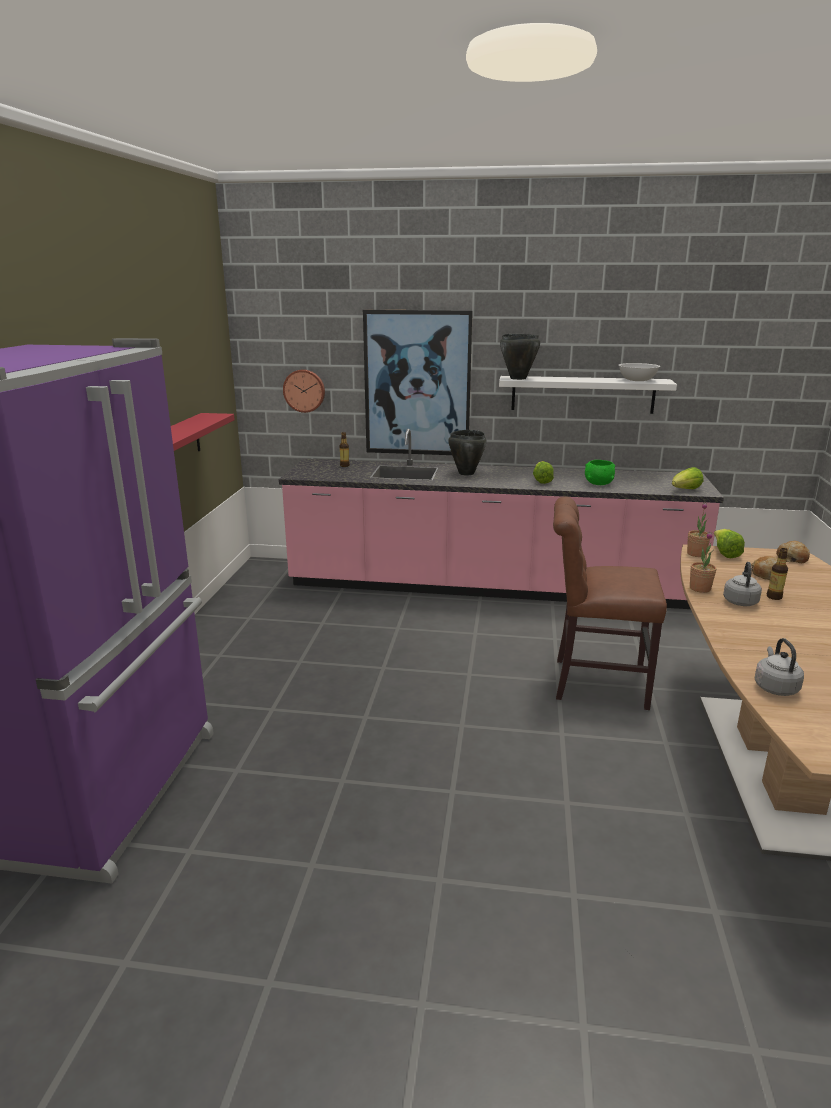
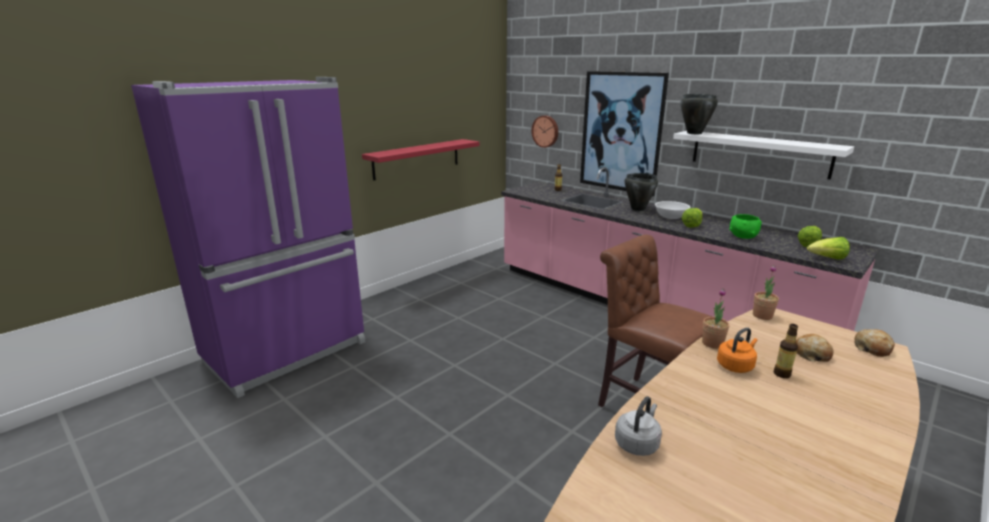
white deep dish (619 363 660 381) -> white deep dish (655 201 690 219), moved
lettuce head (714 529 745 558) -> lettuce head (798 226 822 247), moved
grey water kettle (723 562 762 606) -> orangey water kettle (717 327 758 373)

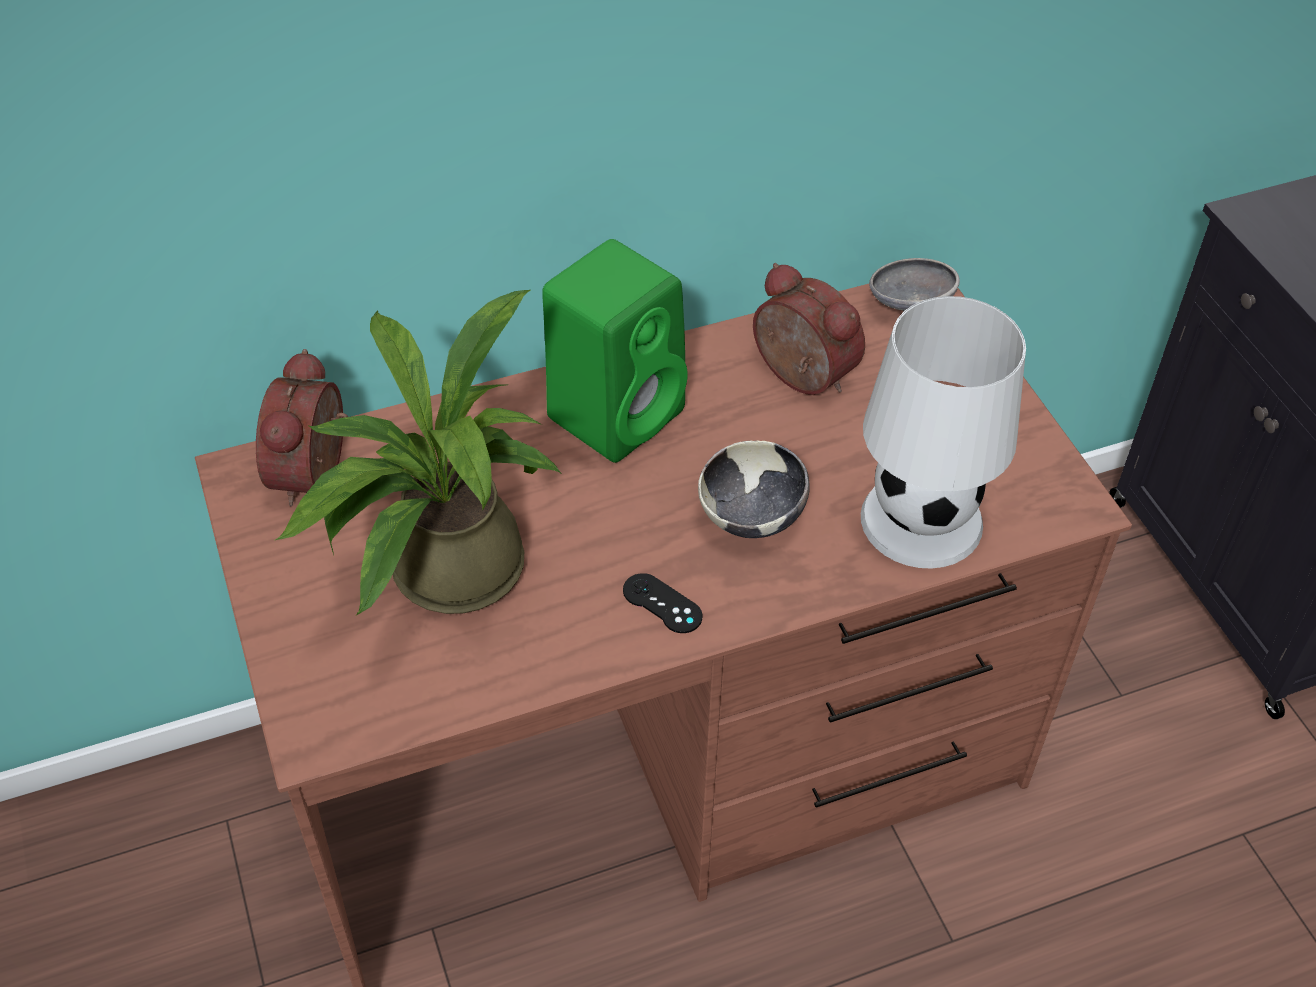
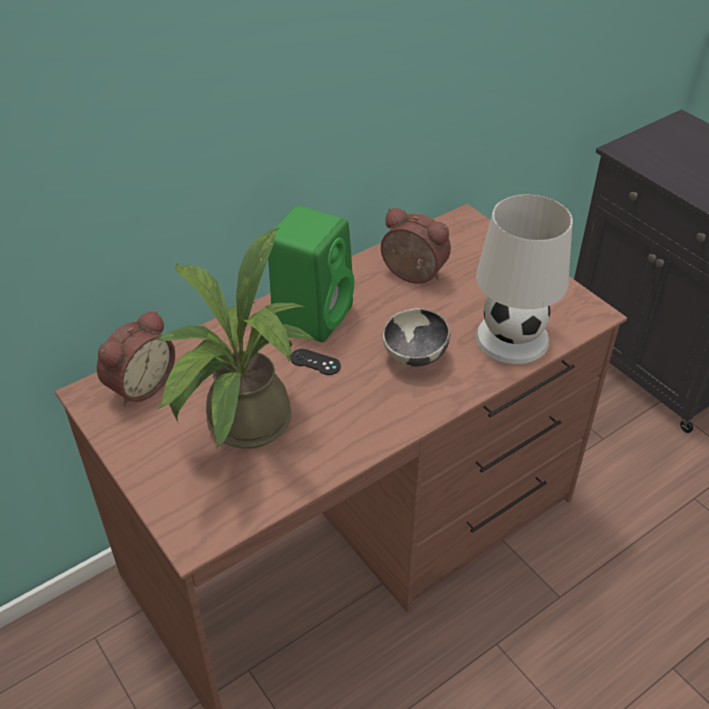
grey deep dish (869 258 960 311) -> none
alarm clock (256 349 348 506) -> alarm clock (97 310 175 406), 135 degrees counterclockwise
black-coloured gamepad (623 573 703 633) -> black-coloured gamepad (290 349 341 375), moved

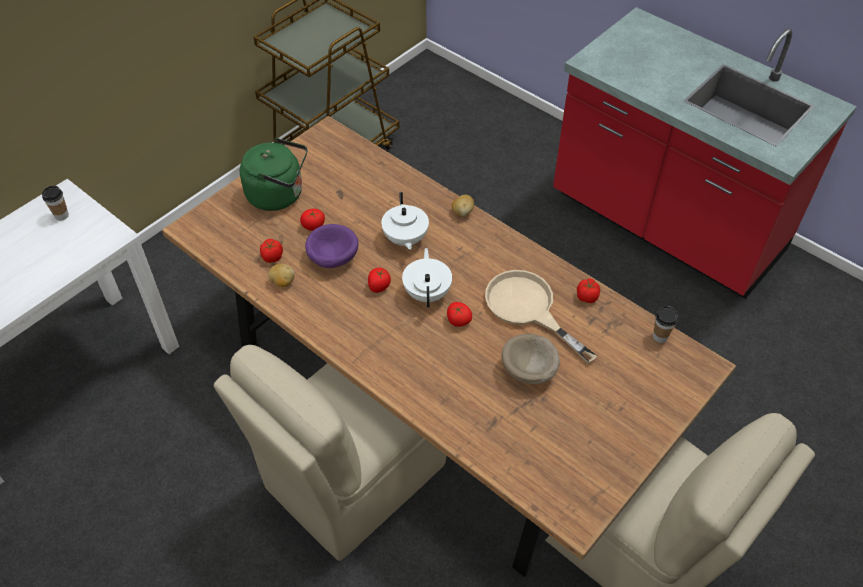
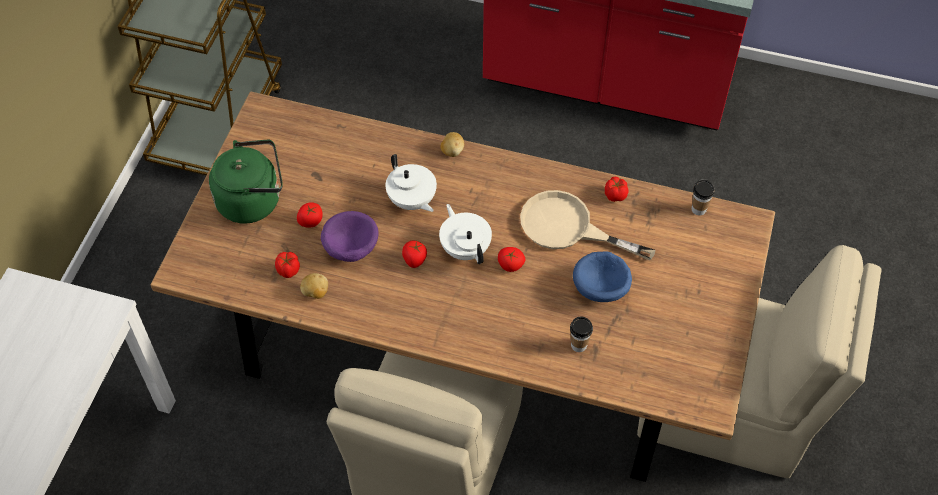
small cup (42 186 69 221) -> small cup (570 317 593 352), moved
sand-coloured deep dish (502 334 560 385) -> blue deep dish (573 251 632 302)

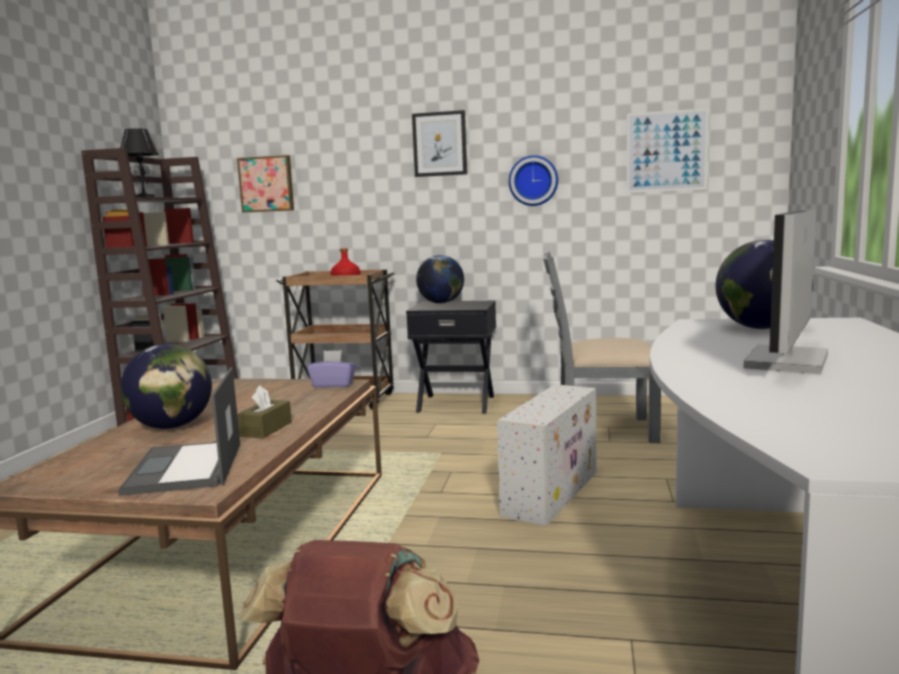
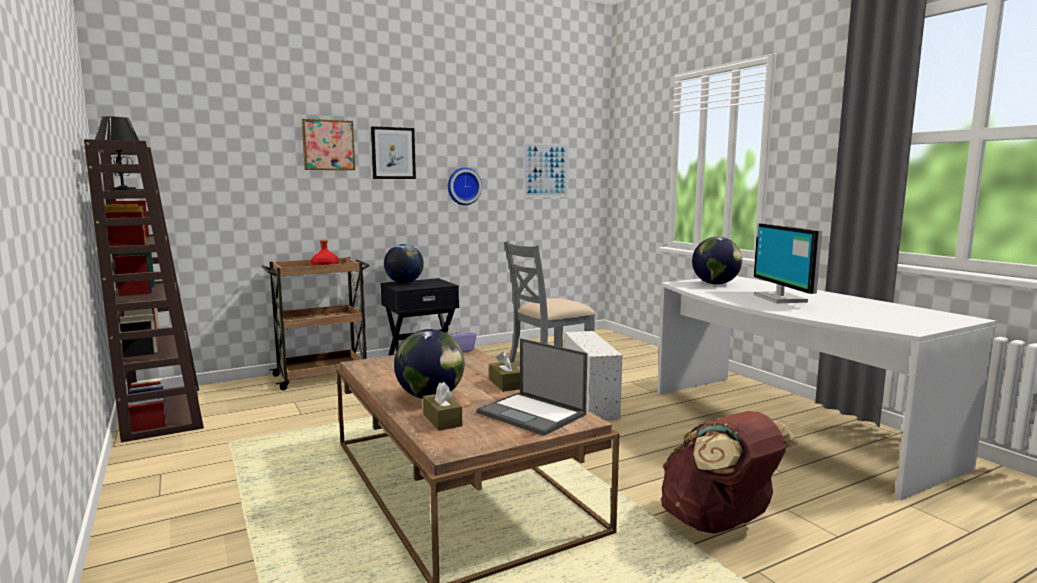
picture (237 155 294 213) -> picture (302 119 355 170), moved
none -> brown tissue box (423 382 462 431)

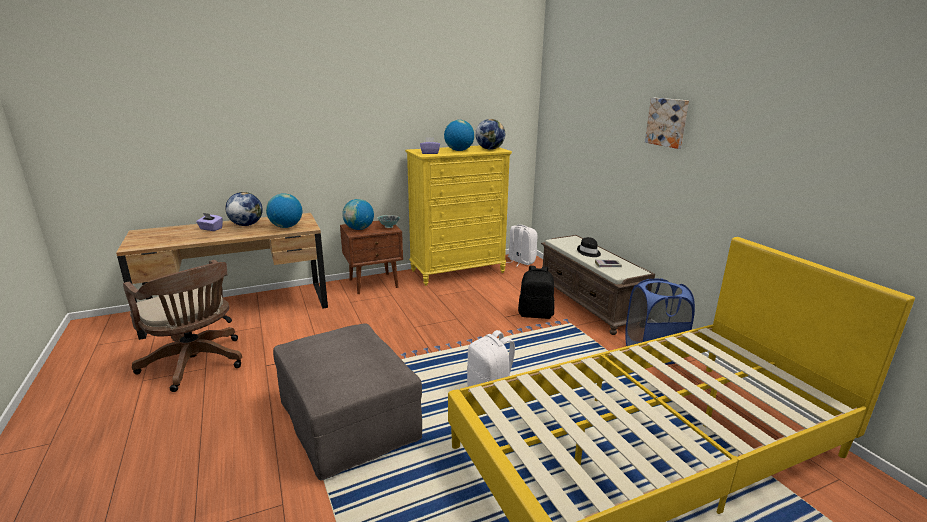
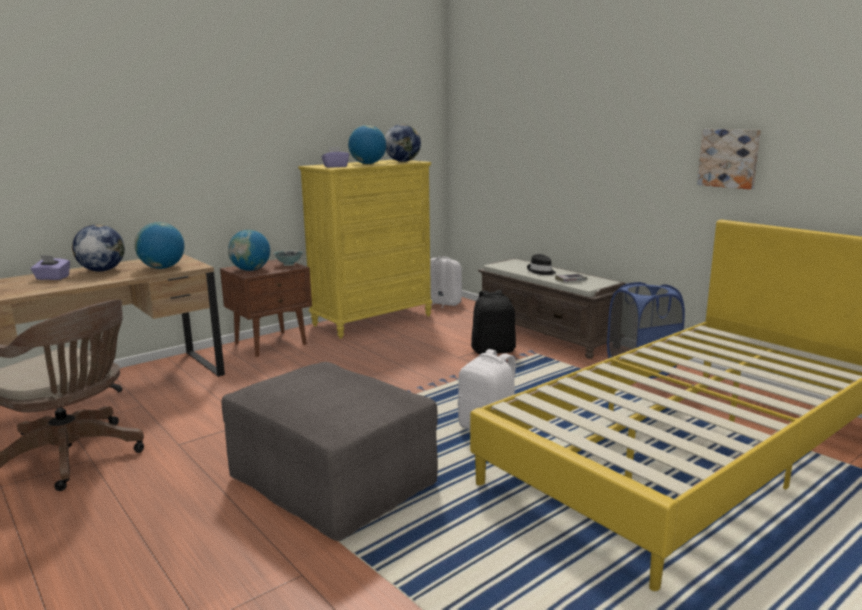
picture (645 98 689 149) -> picture (697 129 761 189), moved

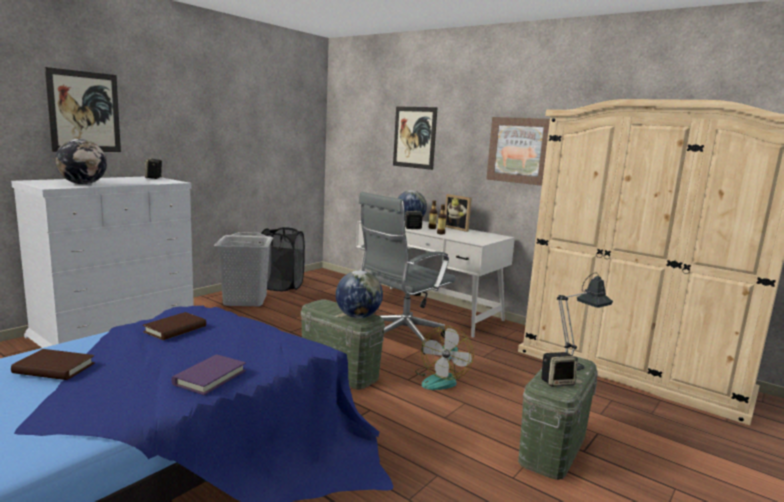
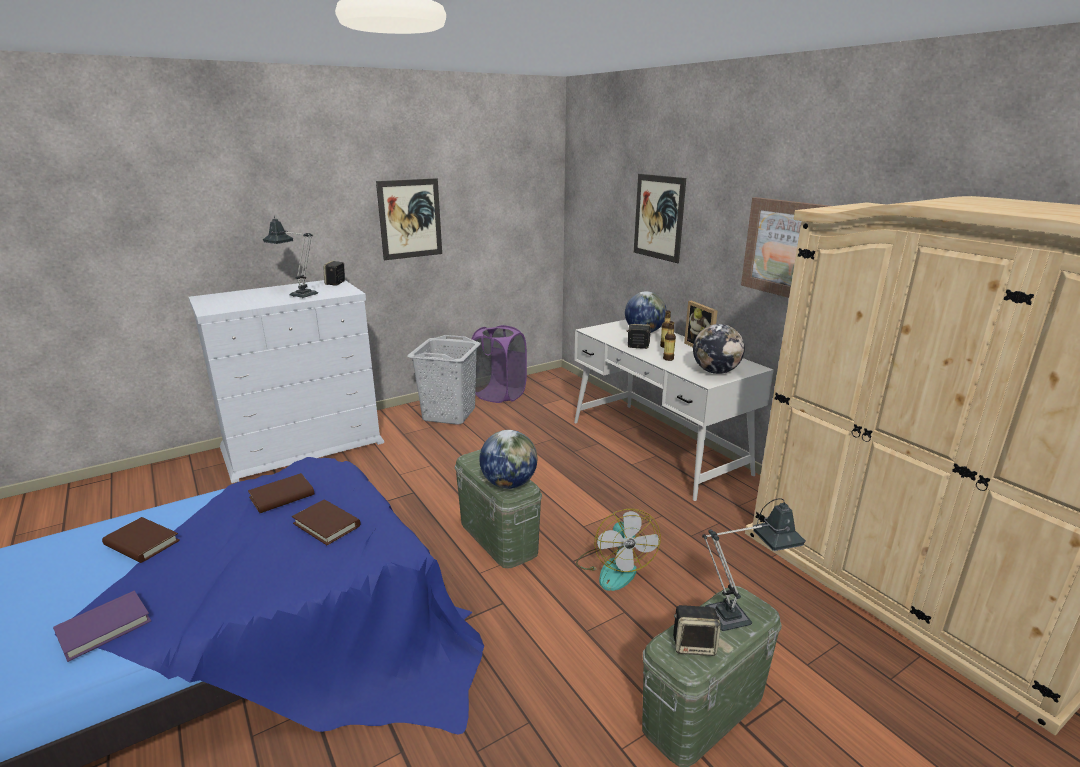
picture (45 67 121 152) -> picture (376 178 442 260), moved
world globe (55 139 107 184) -> world globe (693 324 745 374), moved
grey office chair (359 192 456 354) -> none
black-coloured laundry basket (259 227 305 291) -> purplish laundry basket (470 325 527 403)
cooling fan (415 326 474 390) -> cooling fan (576 509 661 591), 45 degrees counterclockwise
purplish bound book (171 354 246 395) -> purplish bound book (53 591 151 662), moved
none -> table lamp (263 216 318 298)
none -> brown bound book (292 500 360 545)

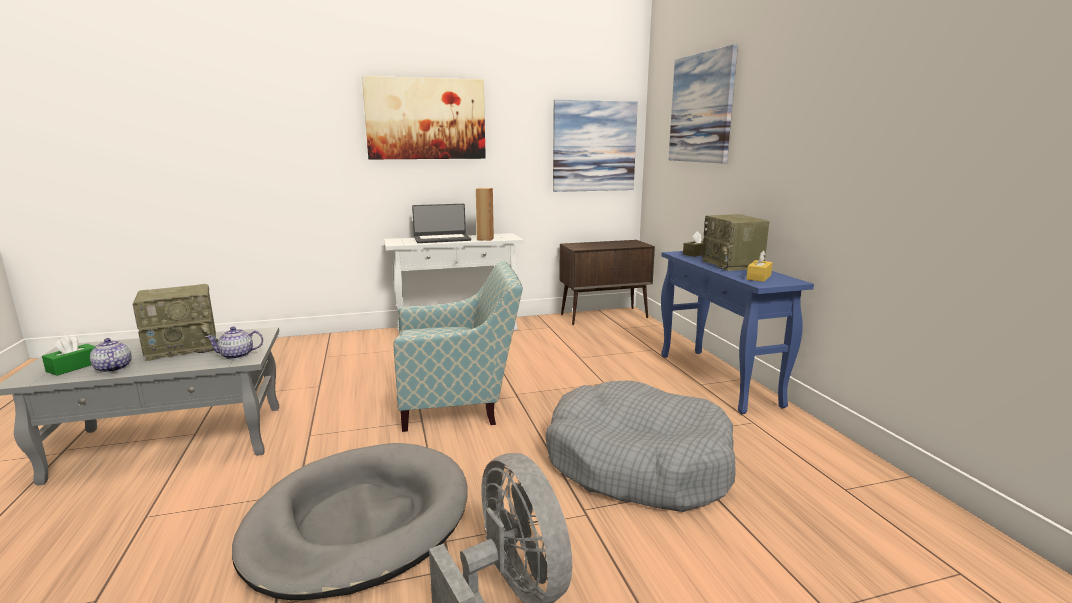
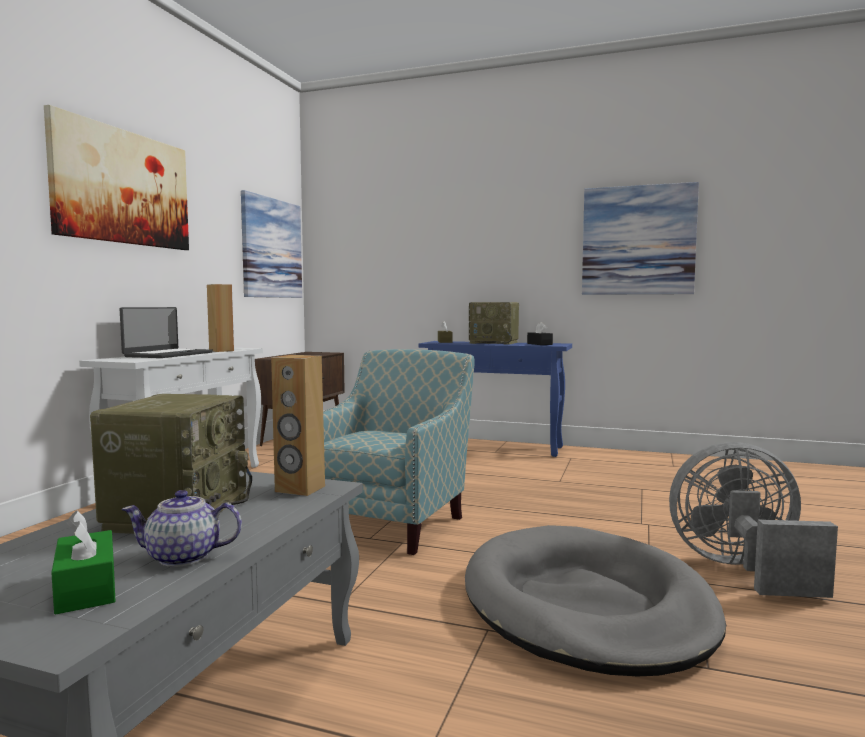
picture (669 44 738 164) -> picture (582 182 699 295), moved
yellowish tissue box (746 251 773 282) -> black-coloured tissue box (527 322 553 345)
tea pot (205 327 263 359) -> brown loudspeaker (271 355 325 496)
grey dog cushion (545 380 736 512) -> none

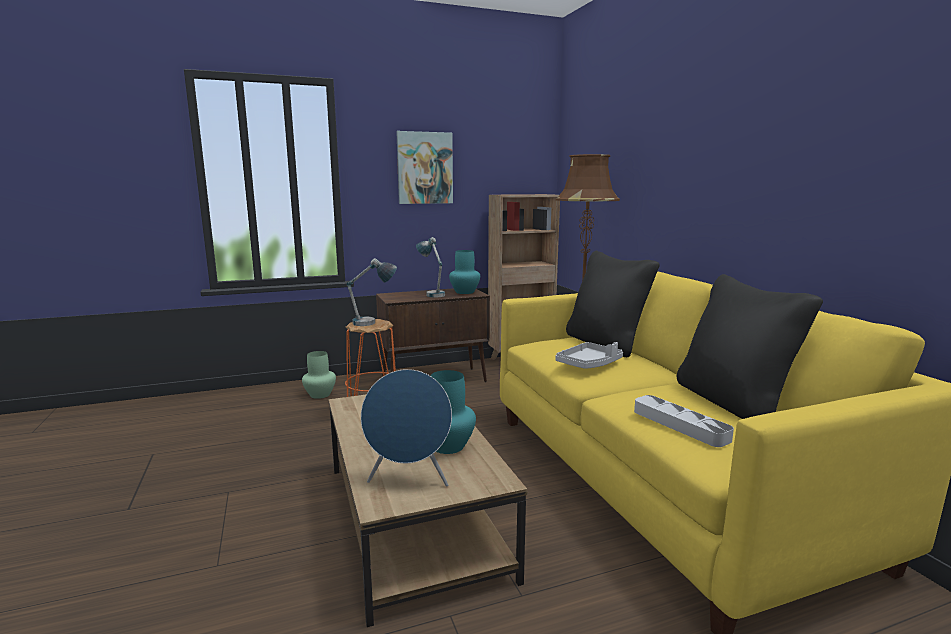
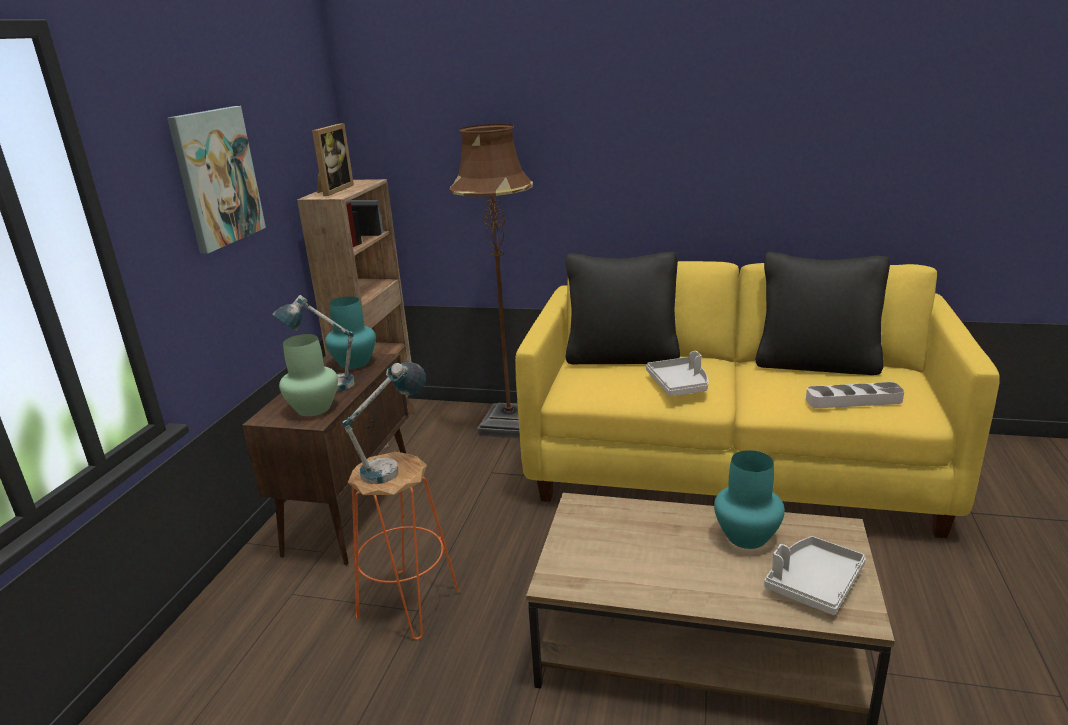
greenish flower vase (302 351 336 399) -> greenish flower vase (279 334 338 416), moved
blue loudspeaker (361 369 452 487) -> grey tray (764 536 866 615)
none -> picture frame (312 123 354 196)

